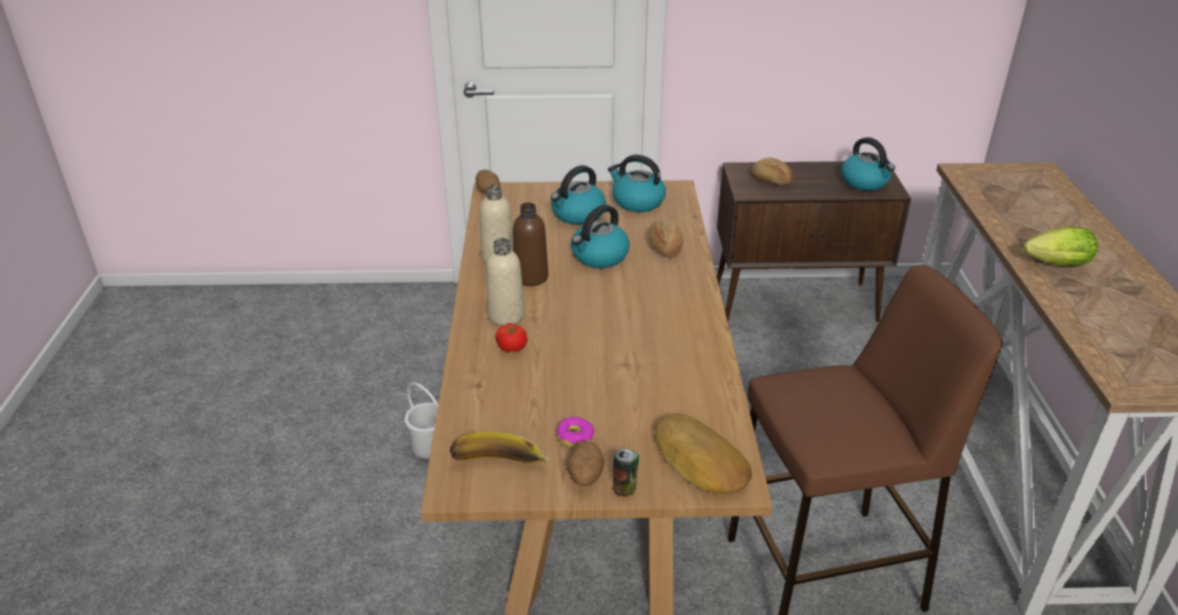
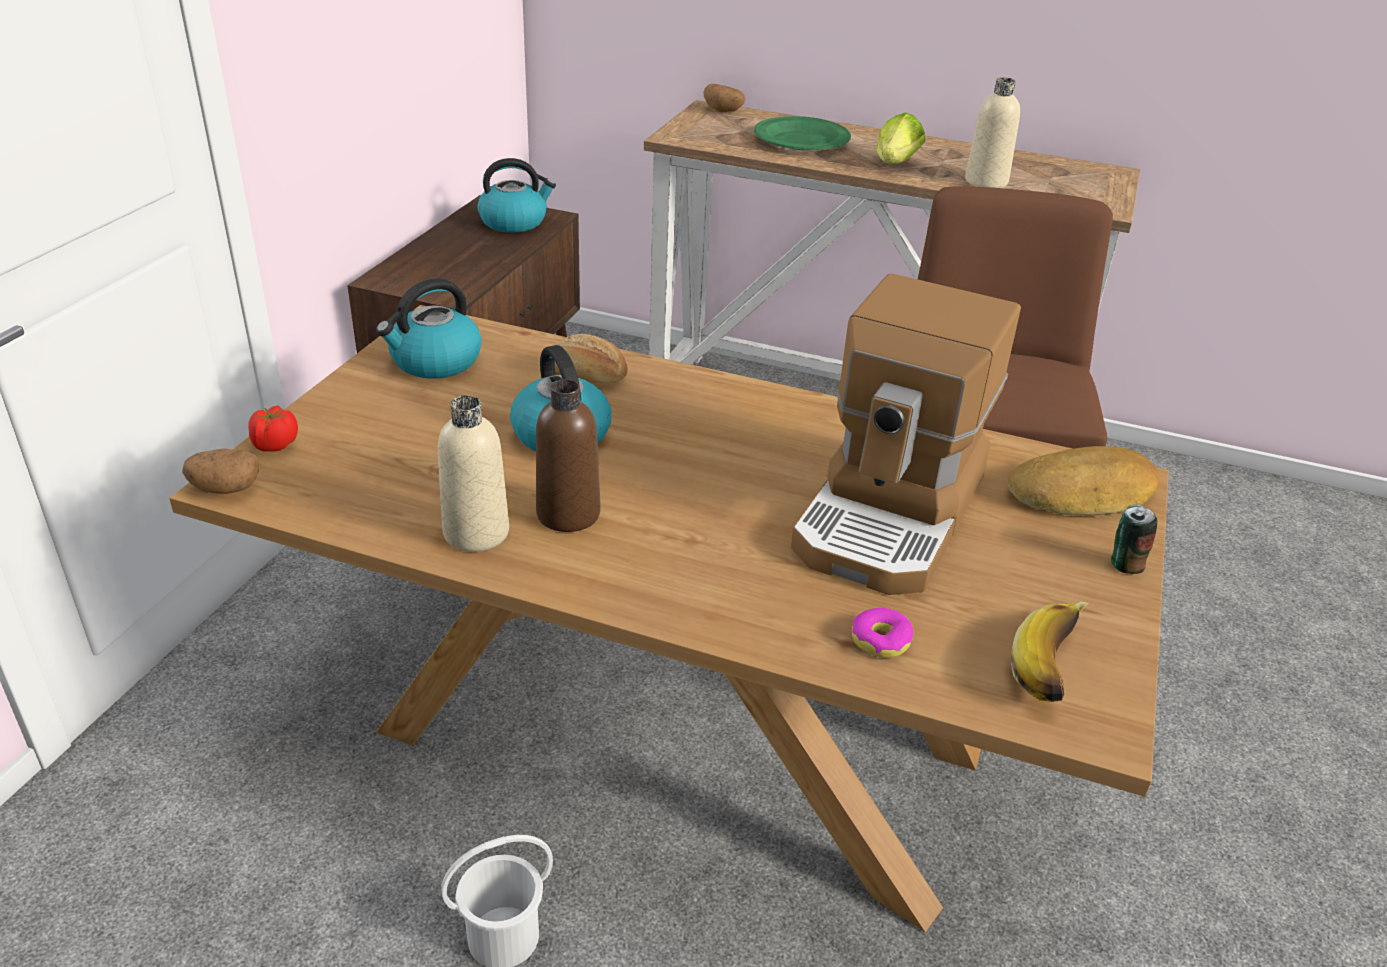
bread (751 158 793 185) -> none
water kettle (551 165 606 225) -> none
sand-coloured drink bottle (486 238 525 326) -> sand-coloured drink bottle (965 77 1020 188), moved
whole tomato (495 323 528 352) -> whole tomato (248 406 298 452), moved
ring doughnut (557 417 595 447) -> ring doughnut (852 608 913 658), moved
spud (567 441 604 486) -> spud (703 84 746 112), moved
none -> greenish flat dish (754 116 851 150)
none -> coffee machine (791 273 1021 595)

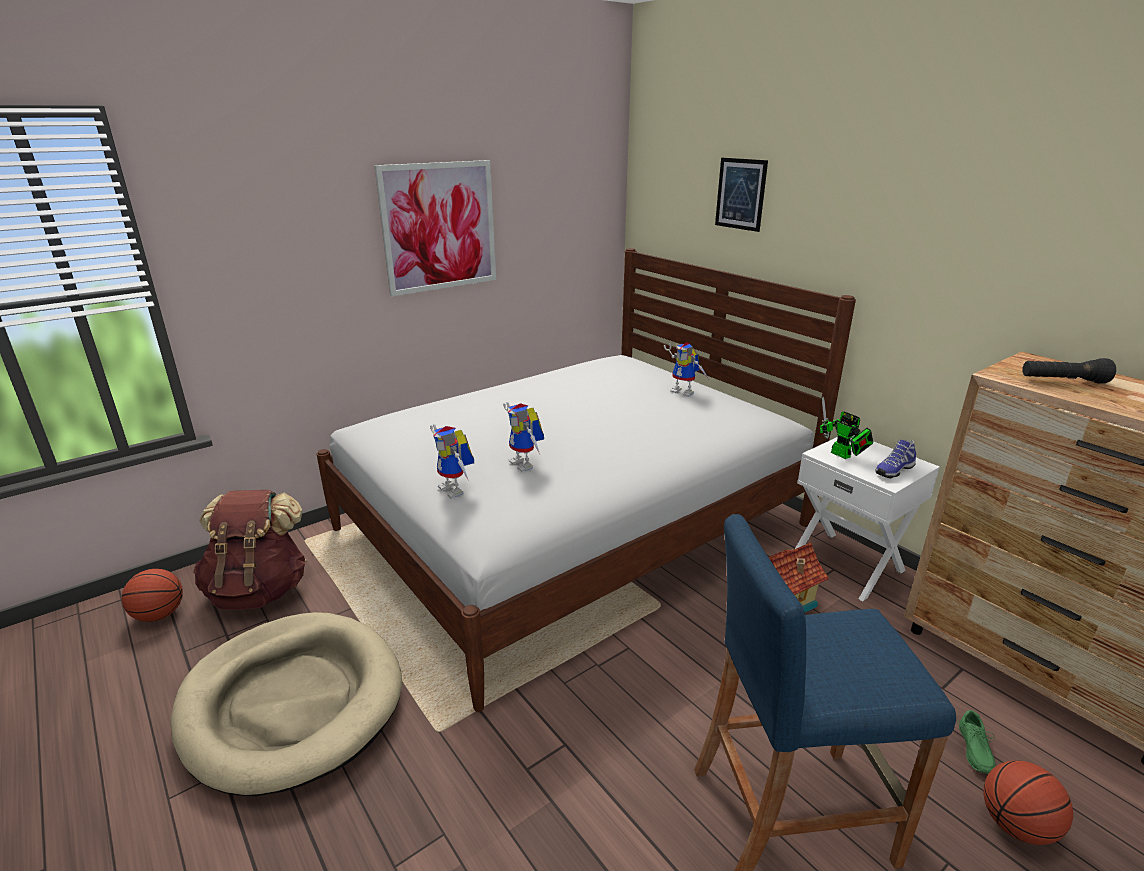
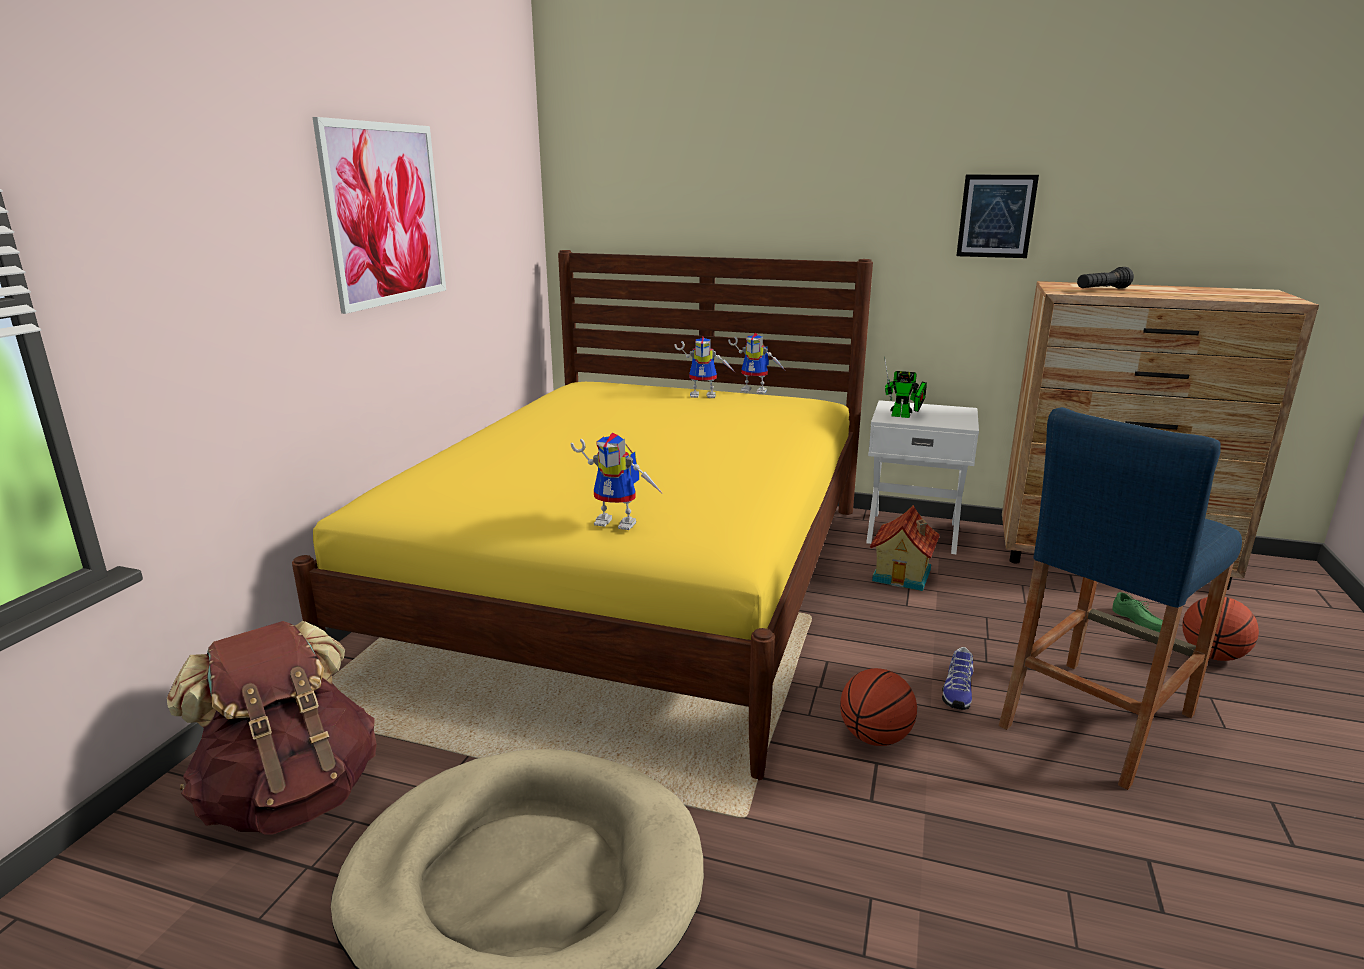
picture (715 158 768 232) -> picture (956 175 1039 258), moved
white bedroom bed (317 248 856 712) -> yellowish bedroom bed (292 250 873 780)
toy robot (503 402 544 472) -> toy robot (728 333 785 394), moved
low shoe (875 440 916 478) -> low shoe (942 647 973 710), moved
basketball (122 569 183 622) -> basketball (840 668 917 746), moved

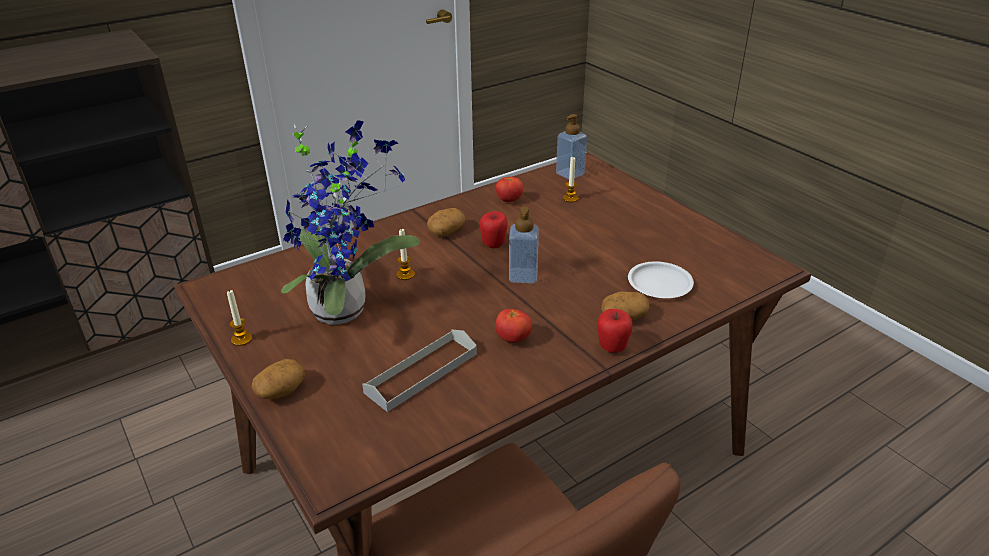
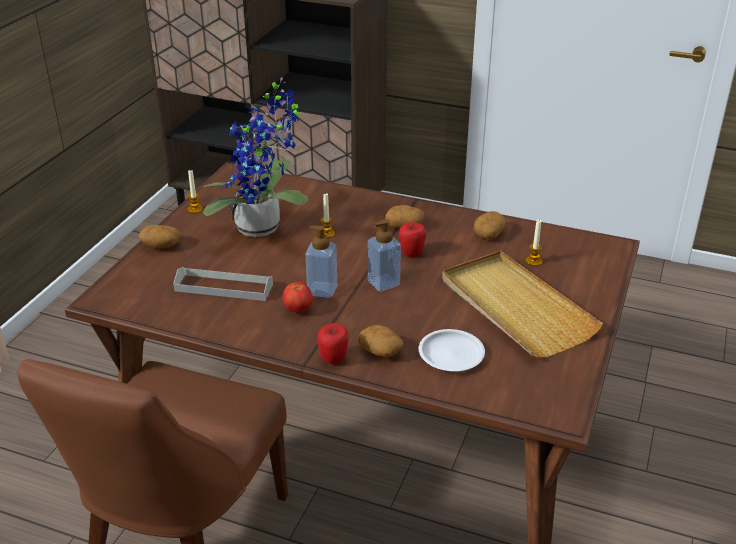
liquid soap bottle (556 114 587 179) -> liquid soap bottle (305 226 337 298), moved
whole tomato (496 177 523 202) -> spud (473 211 506 240)
none -> sand-coloured tray (442 251 604 358)

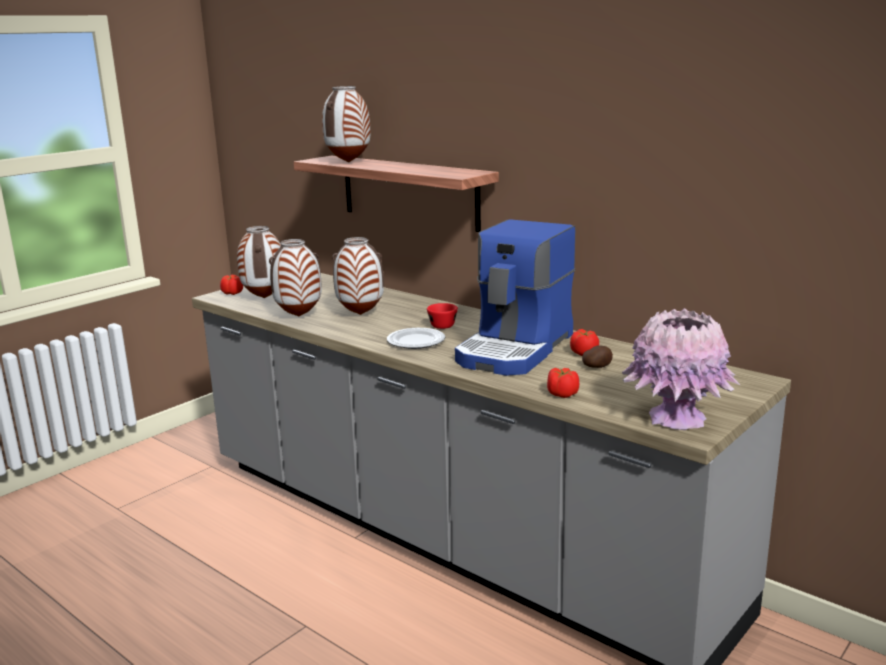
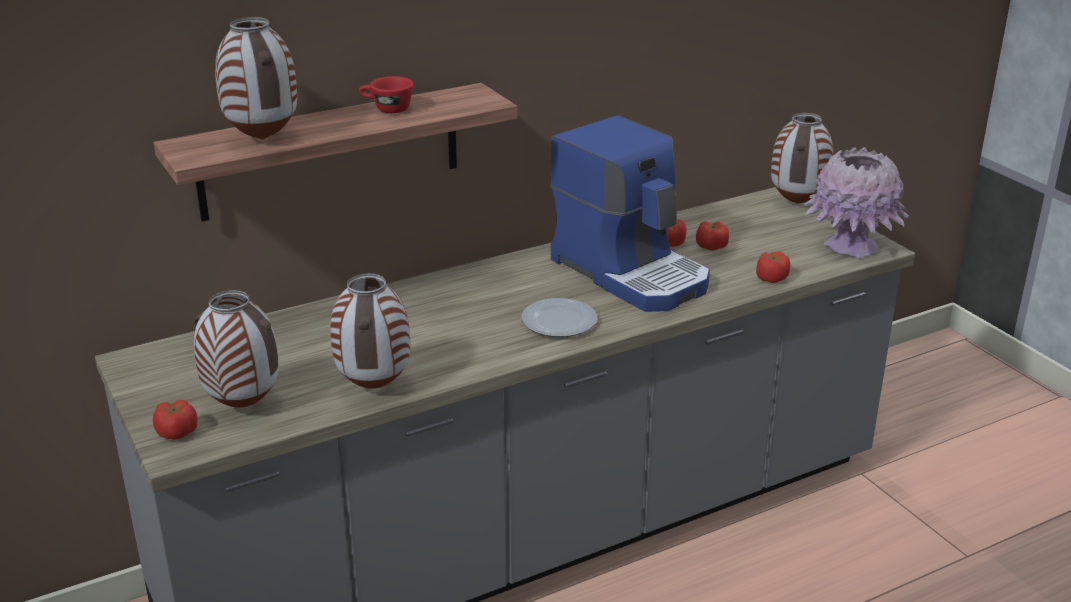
flower vase (332 237 384 315) -> flower vase (771 112 833 204), moved
reddish small cup (427 303 458 329) -> reddish small cup (359 76 414 113), moved
spud (582 345 613 368) -> whole tomato (696 222 729 251)

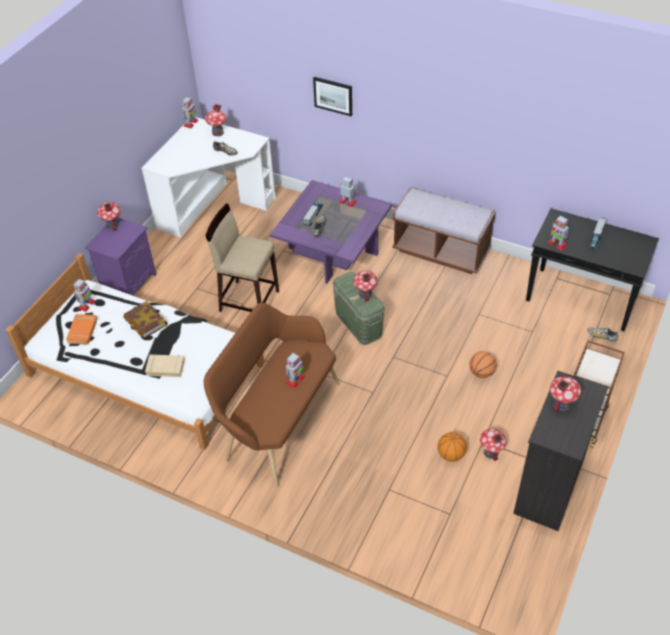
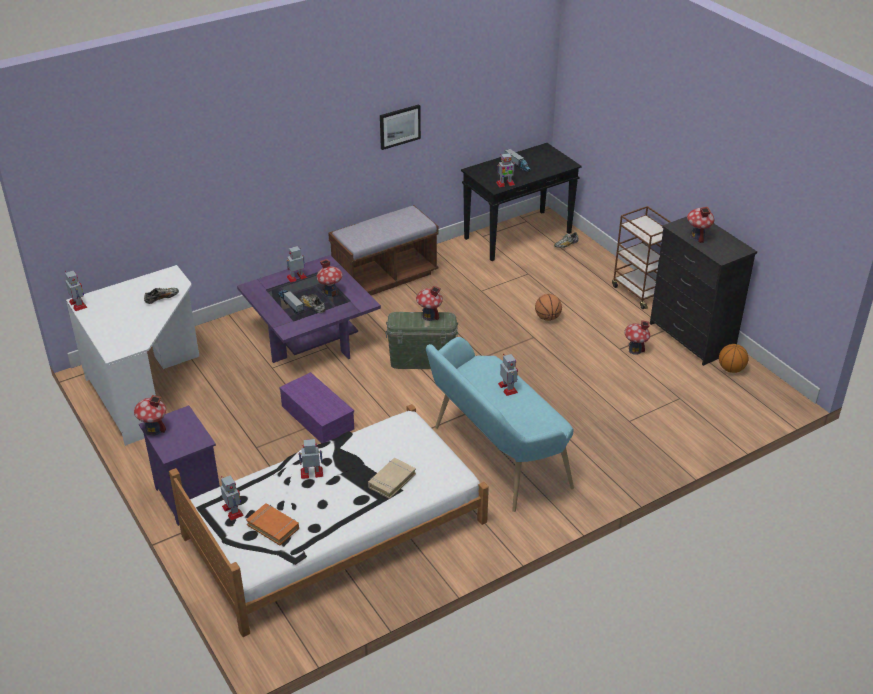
picture (313 77 352 116) -> picture (380 104 421 150), moved
toy house (205 104 227 137) -> toy house (316 259 342 298), moved
sand-coloured stool (205 204 279 312) -> purplish storage box (279 372 354 443)
bound book (123 301 167 339) -> toy robot (298 439 323 479)
brown indoor bench (204 302 340 487) -> blue-green indoor bench (426 337 574 512)
basketball (438 432 467 462) -> basketball (719 344 748 373), moved

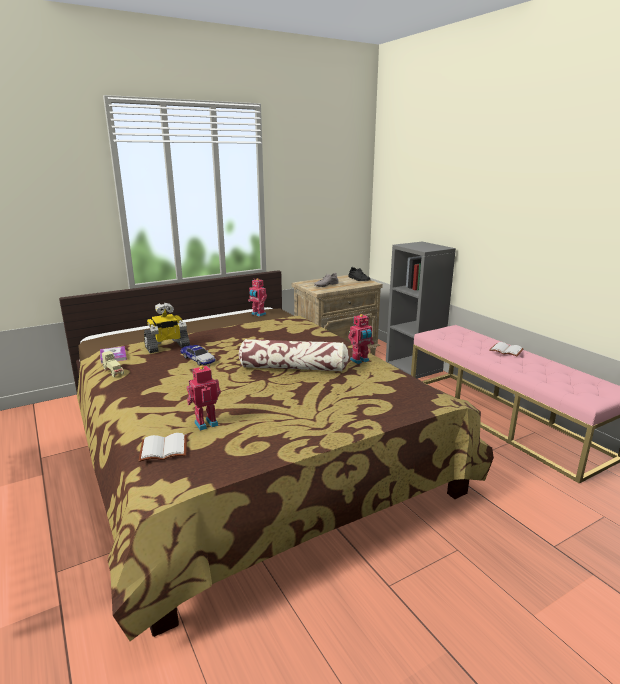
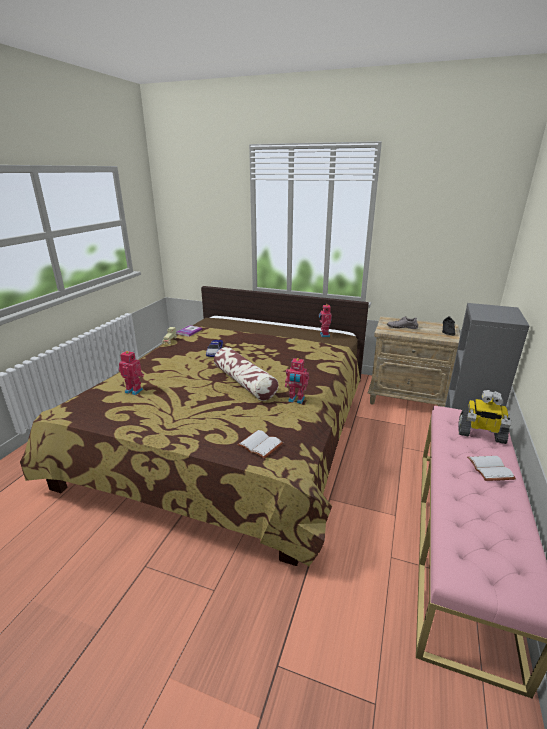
toy robot (144 303 190 353) -> toy robot (458 390 511 444), moved
white bound book (139 433 187 462) -> white bound book (237 430 283 459), moved

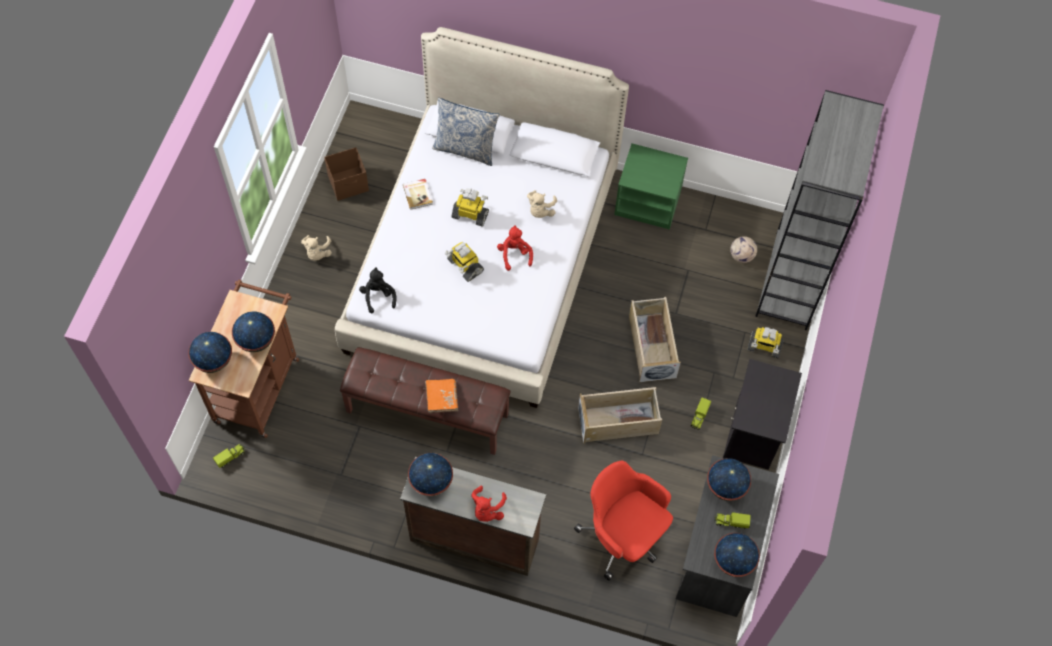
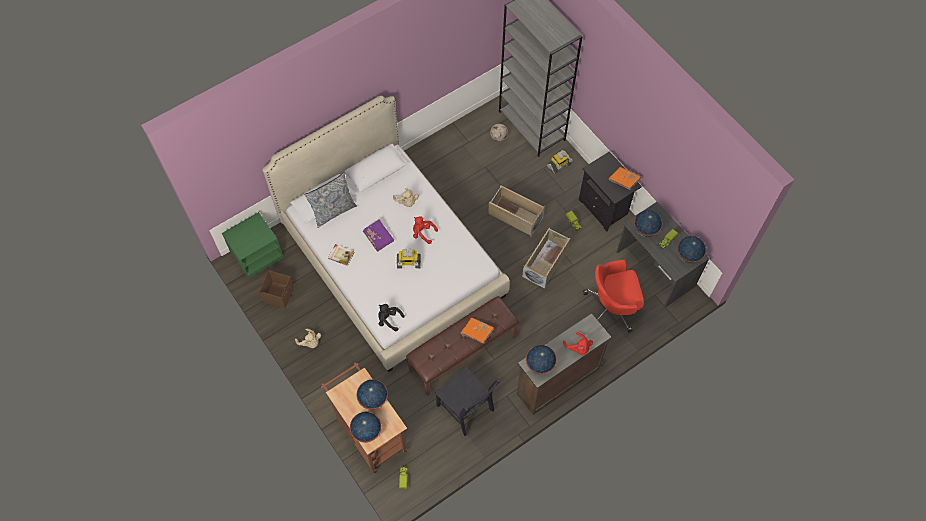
greenish bedside table (614 143 688 230) -> greenish bedside table (222 212 284 279), moved
toy robot (452 188 489 227) -> purplish bound book (363 219 394 251)
none -> orangey bound book (609 167 641 190)
none -> black-coloured upright chair (435 366 501 436)

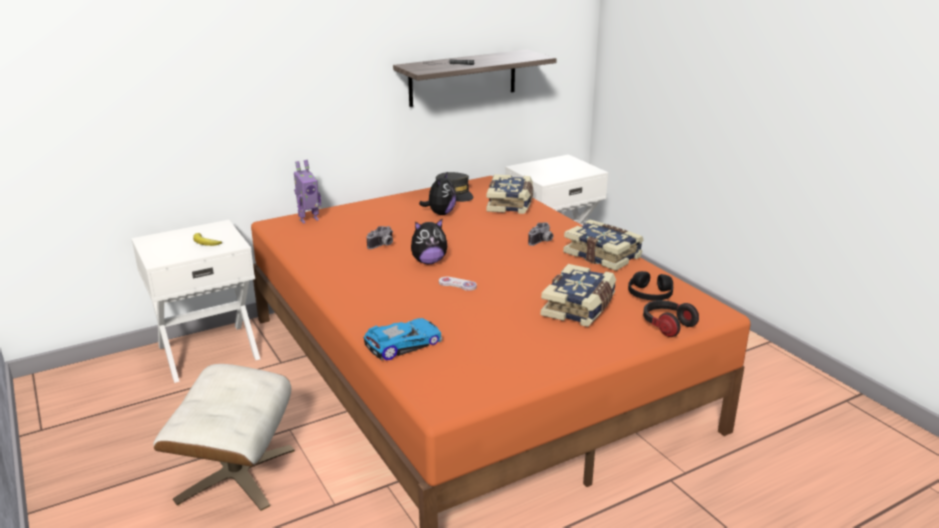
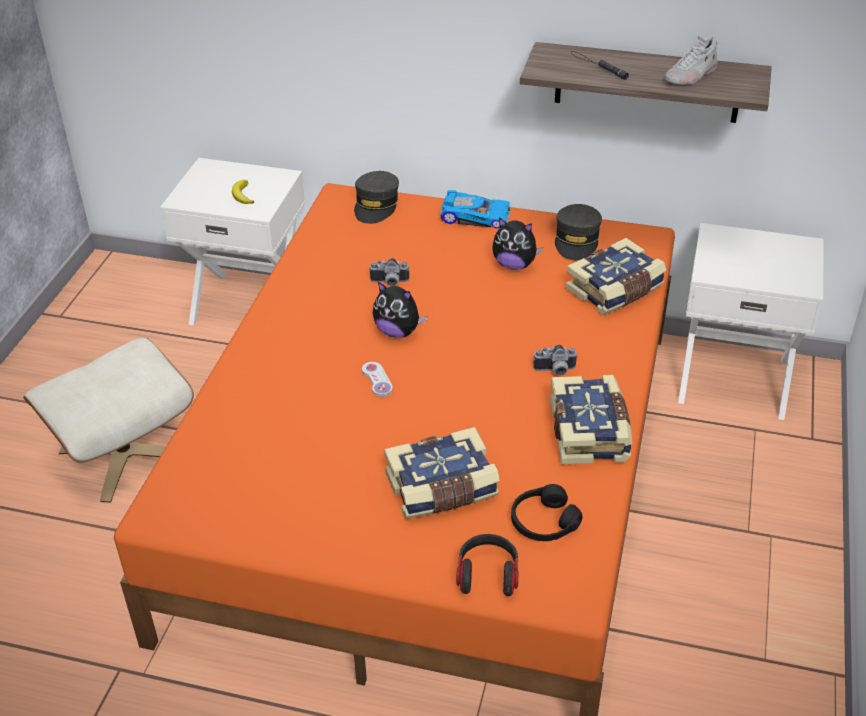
toy robot (294 160 321 224) -> grey baseball cap (354 171 399 224)
plush toy (419 173 456 215) -> plush toy (492 217 543 270), 45 degrees clockwise
miniature car (363 318 442 360) -> miniature car (440 190 511 229), moved
none -> white low shoe (665 36 718 85)

